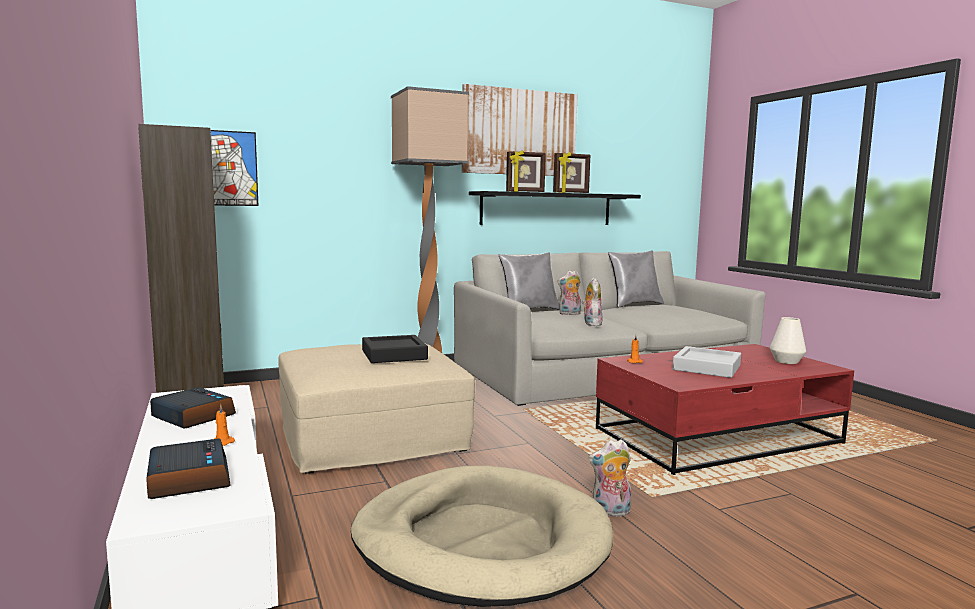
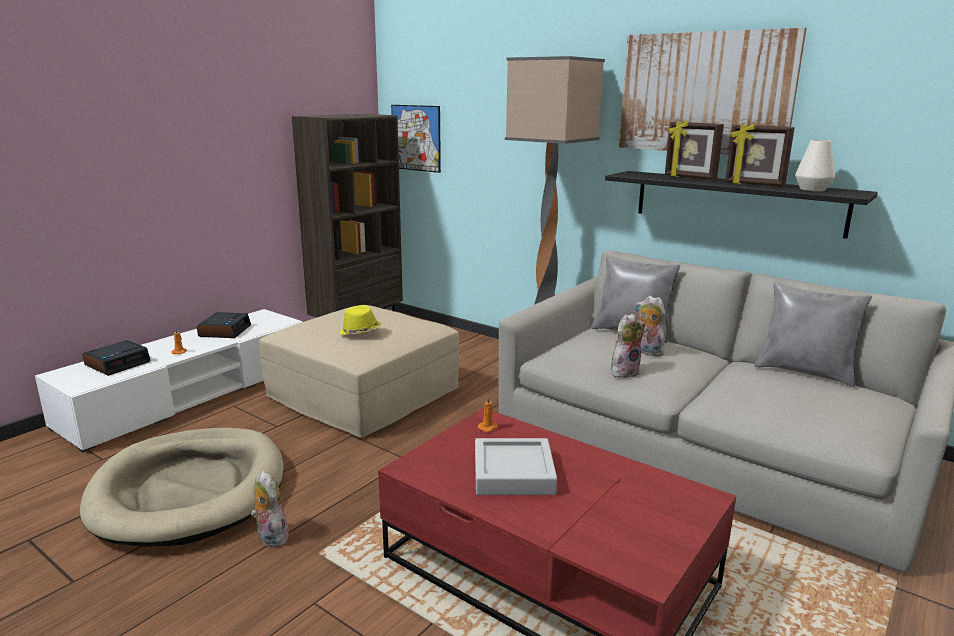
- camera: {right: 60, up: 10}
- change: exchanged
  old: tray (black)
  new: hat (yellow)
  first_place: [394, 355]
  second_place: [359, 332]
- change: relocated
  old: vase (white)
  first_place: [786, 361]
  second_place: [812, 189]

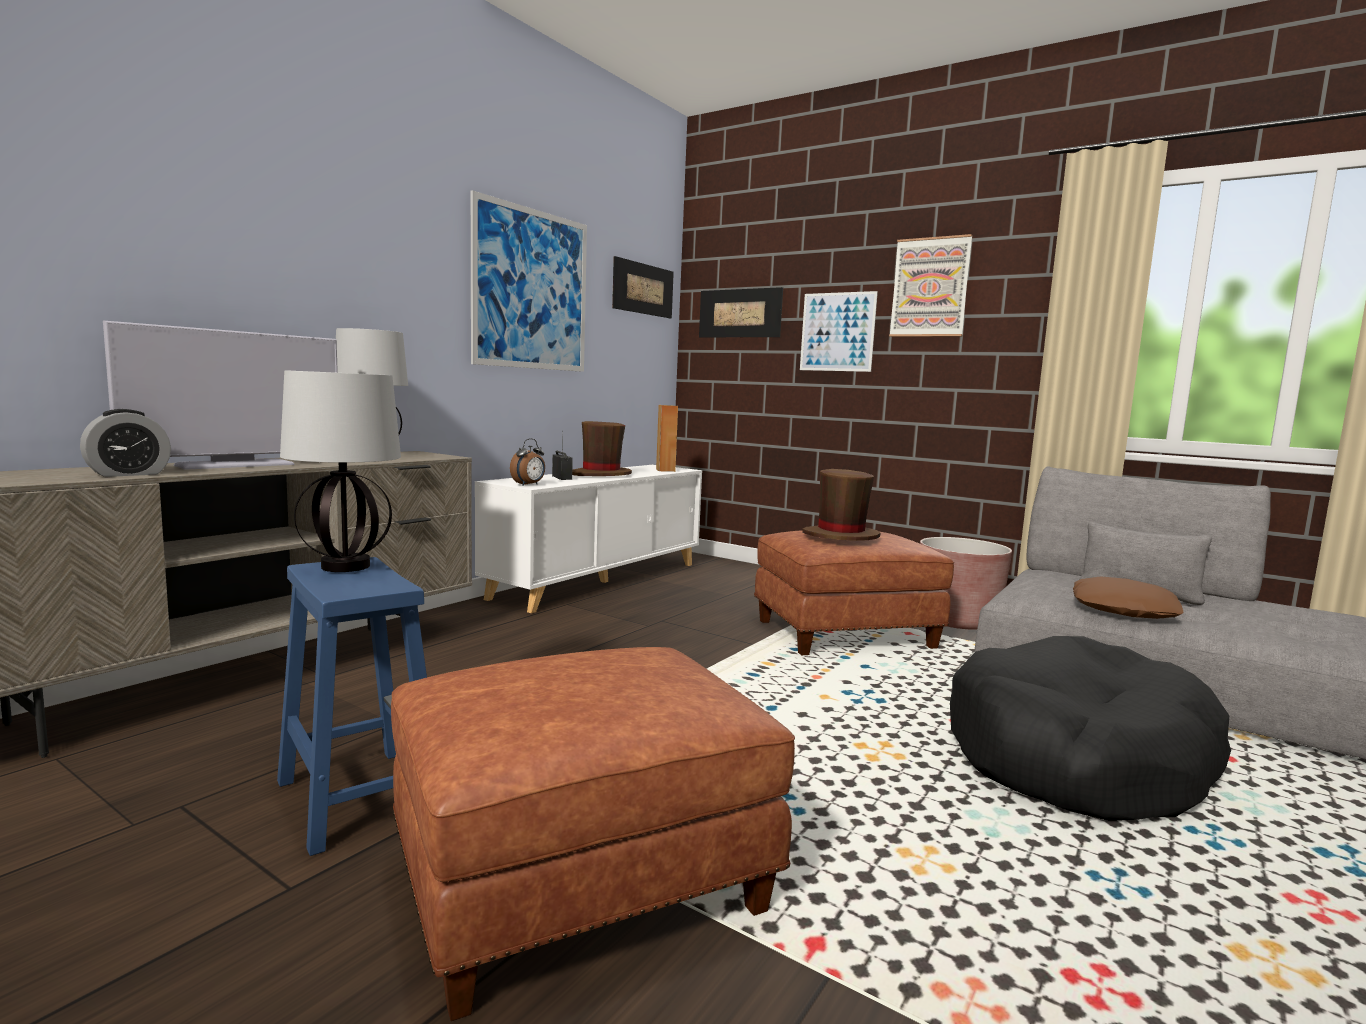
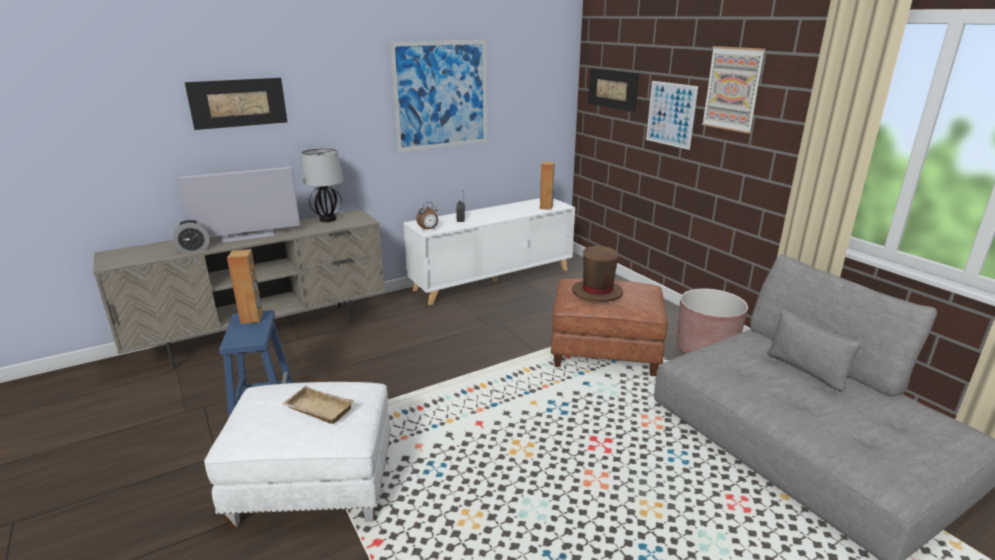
- camera: {right: 25, up: 15}
- change: relocated
  old: picture
  first_place: [643, 289]
  second_place: [238, 103]
- change: colour
  old: ottoman (brown)
  new: ottoman (white)
  first_place: [579, 887]
  second_place: [312, 486]
- change: exchanged
  old: table lamp
  new: speaker (brown)
  first_place: [344, 566]
  second_place: [252, 318]
- change: appeared
  new: tray (beige)
  second_place: [317, 410]
- change: missing
  old: hat (brown)
  first_place: [601, 474]
- change: missing
  old: dog bed (black)
  first_place: [1077, 758]
- change: missing
  old: pillow (brown)
  first_place: [1124, 610]

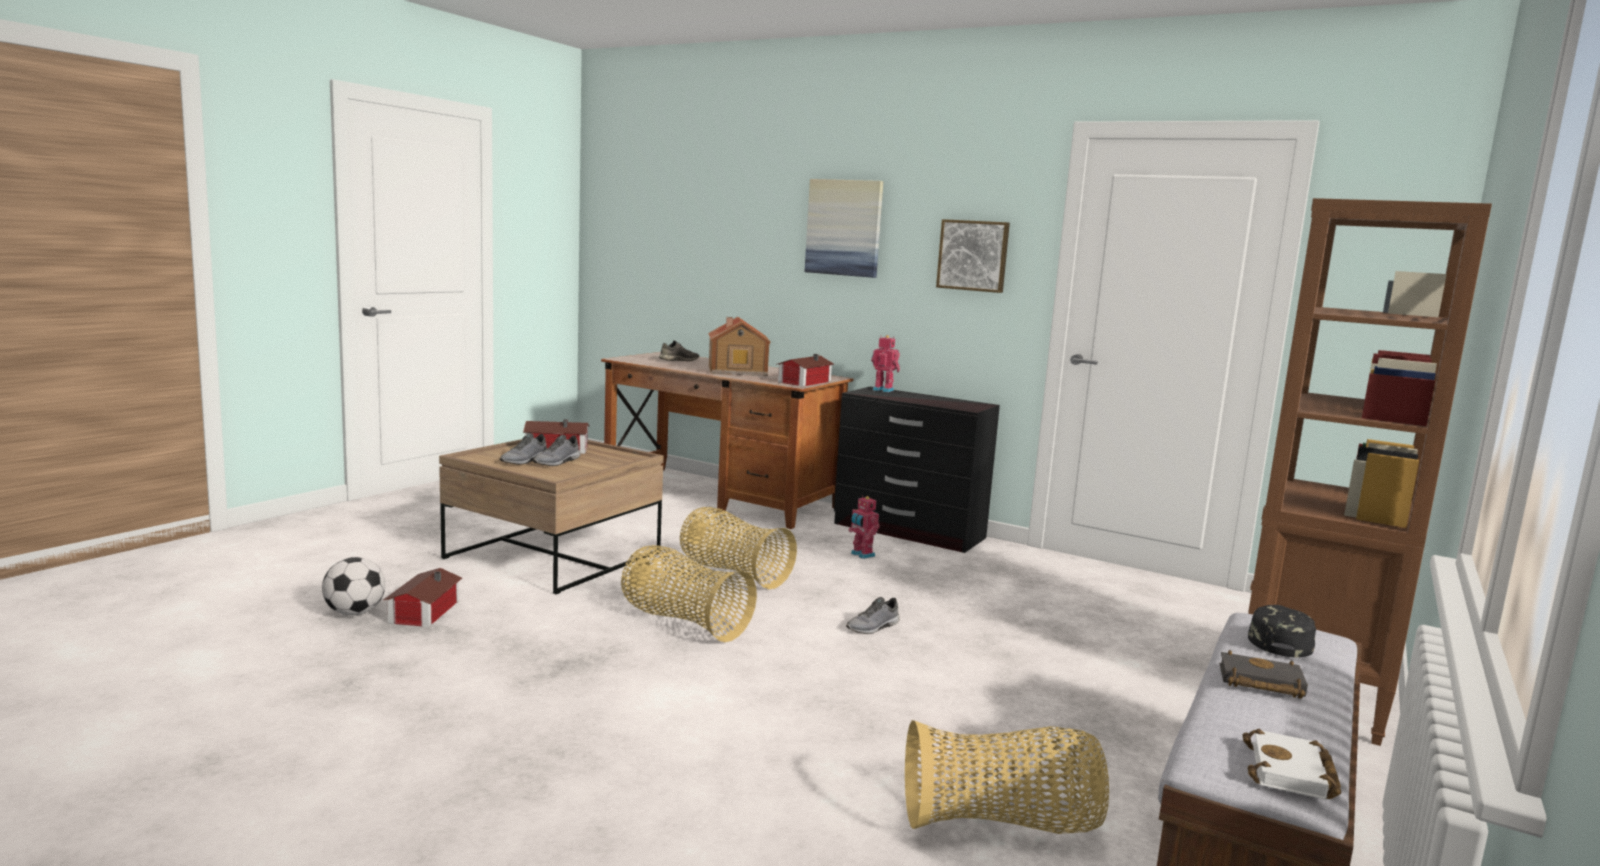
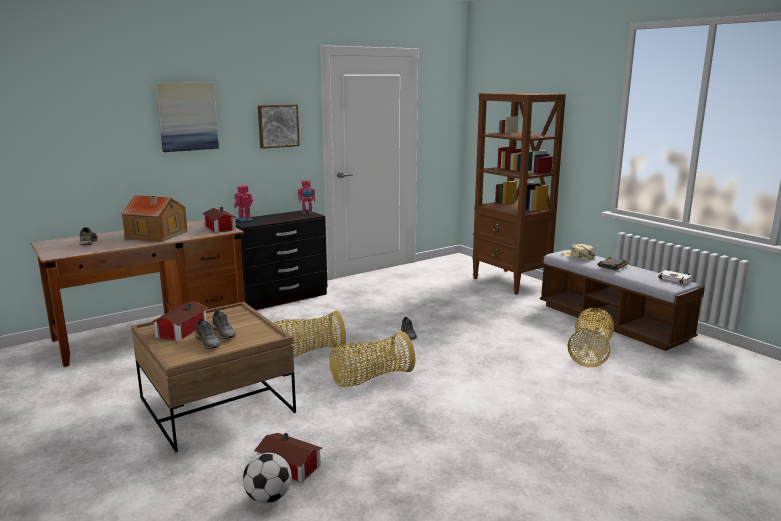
- camera: {right: -65, up: 5}
- change: relocated
  old: toy robot
  first_place: [861, 555]
  second_place: [307, 213]
- change: colour
  old: cap (black)
  new: cap (beige)
  first_place: [1278, 639]
  second_place: [577, 256]

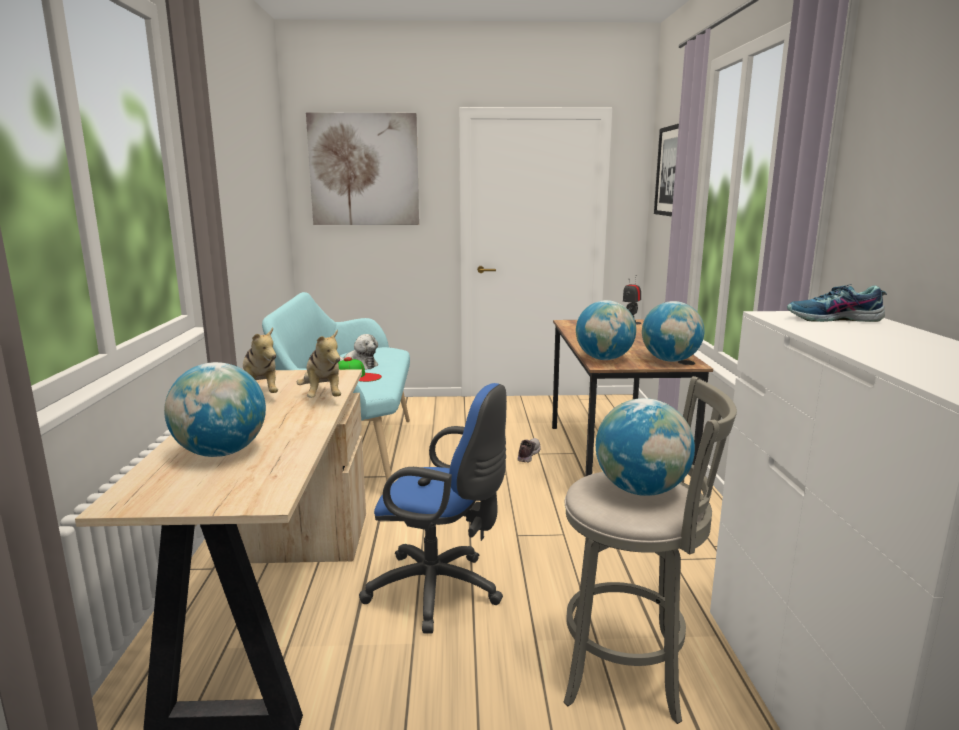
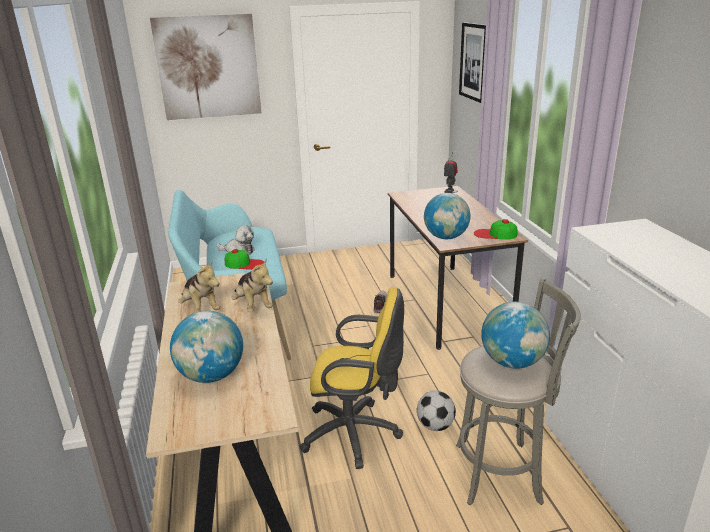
- camera: {right: -10, up: 10}
- change: colour
  old: office chair (blue)
  new: office chair (yellow)
  first_place: [440, 591]
  second_place: [356, 434]
- change: appeared
  new: football
  second_place: [435, 426]
- change: exchanged
  old: globe
  new: cap
  first_place: [670, 360]
  second_place: [495, 234]
- change: missing
  old: shoe
  first_place: [833, 319]

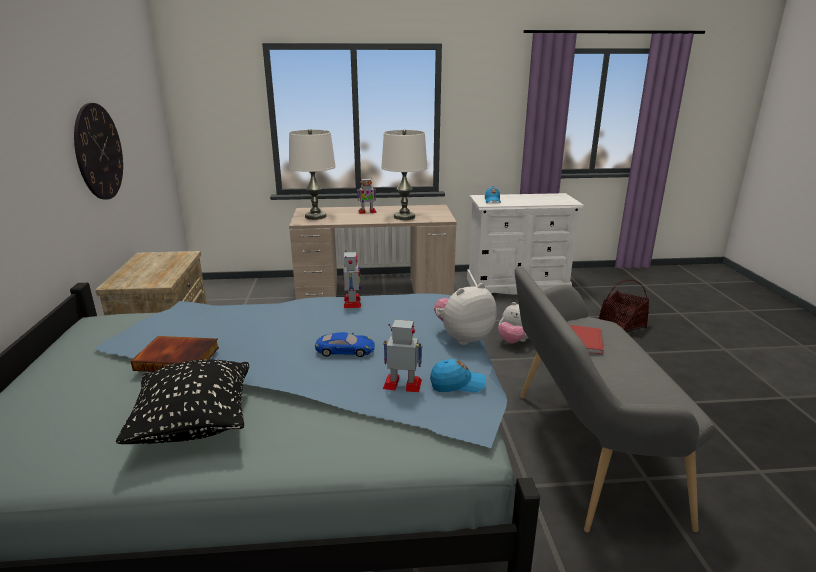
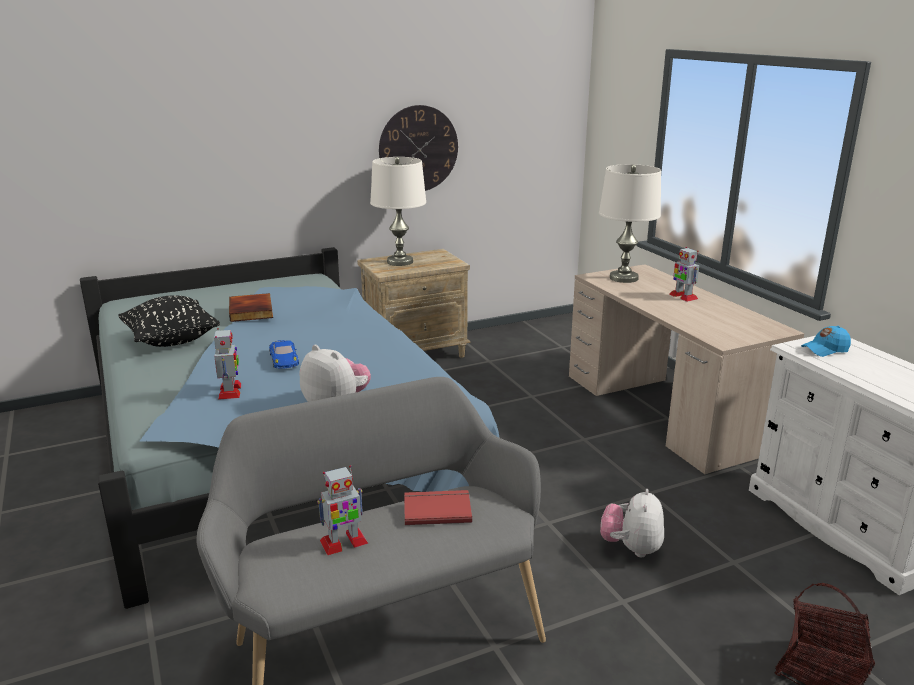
- camera: {right: 70, up: 0}
- change: relocated
  old: toy robot
  first_place: [352, 302]
  second_place: [343, 542]
- change: relocated
  old: table lamp (white)
  first_place: [404, 217]
  second_place: [399, 262]
- change: missing
  old: cap (blue)
  first_place: [457, 384]

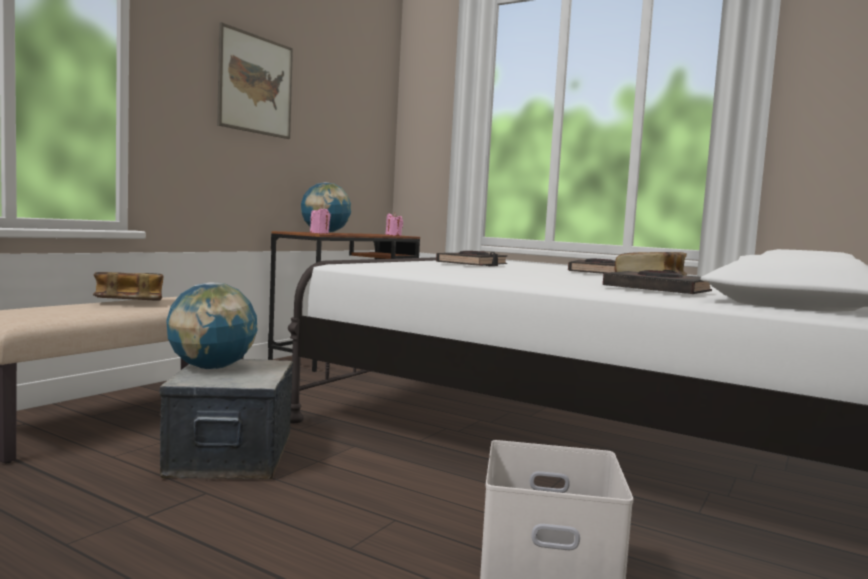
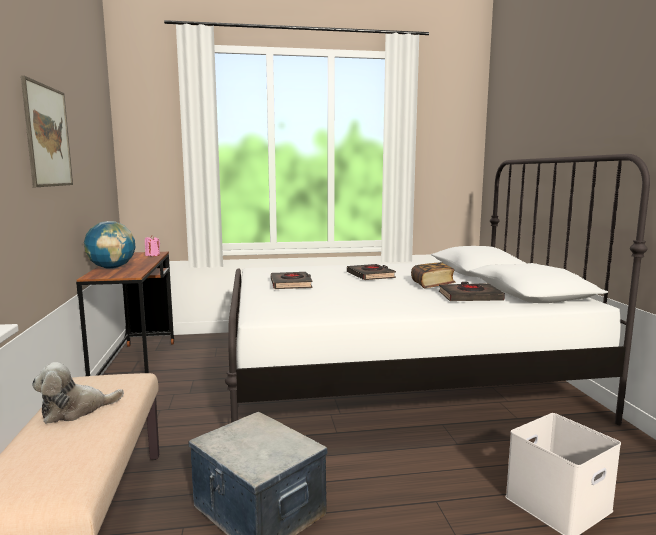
- camera: {right: -40, up: 5}
- change: exchanged
  old: book
  new: plush toy
  first_place: [129, 302]
  second_place: [75, 410]
- change: missing
  old: globe
  first_place: [212, 368]
- change: missing
  old: candle (pink)
  first_place: [319, 233]

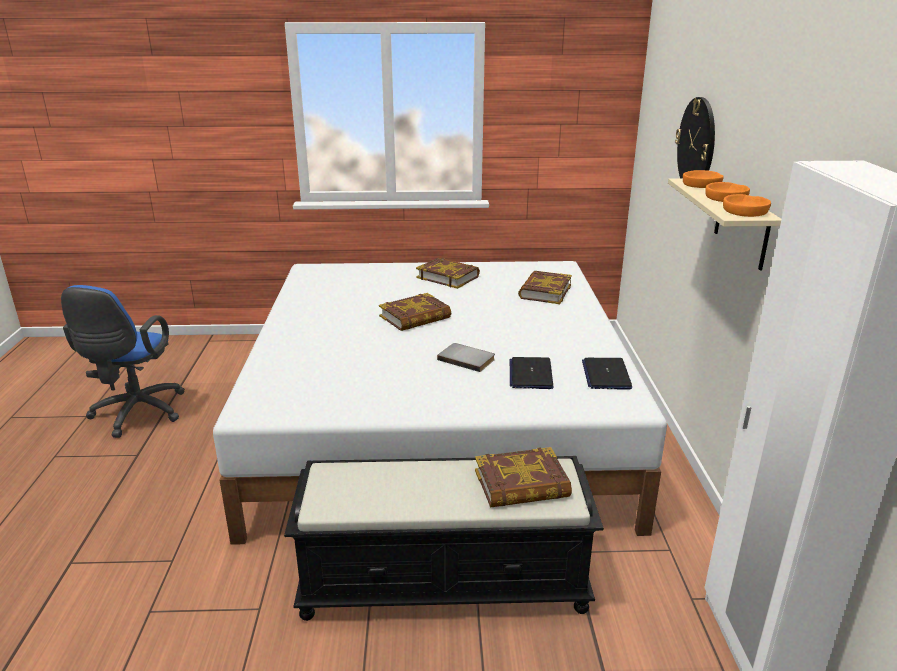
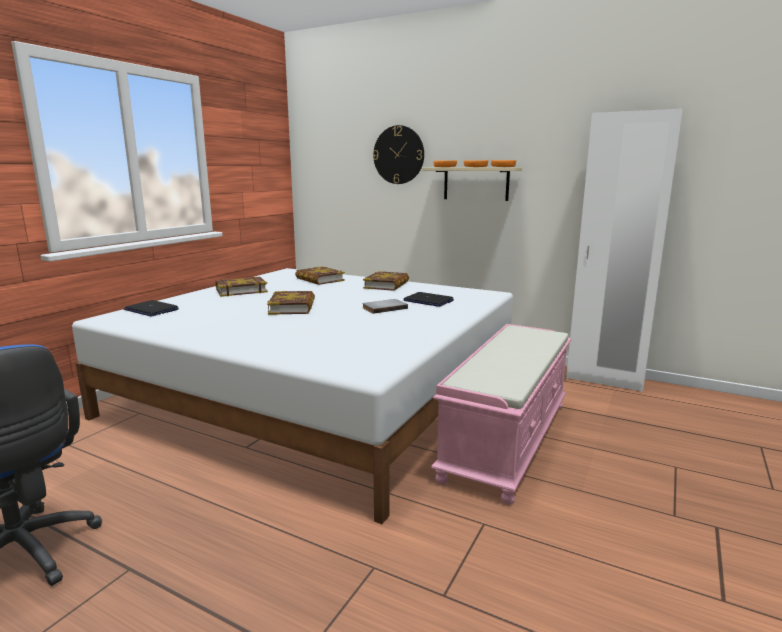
- camera: {right: -60, up: -10}
- change: relocated
  old: laptop
  first_place: [606, 374]
  second_place: [151, 310]
- change: relocated
  old: book
  first_place: [521, 484]
  second_place: [387, 285]
- change: colour
  old: bench (black)
  new: bench (pink)
  first_place: [445, 581]
  second_place: [506, 438]

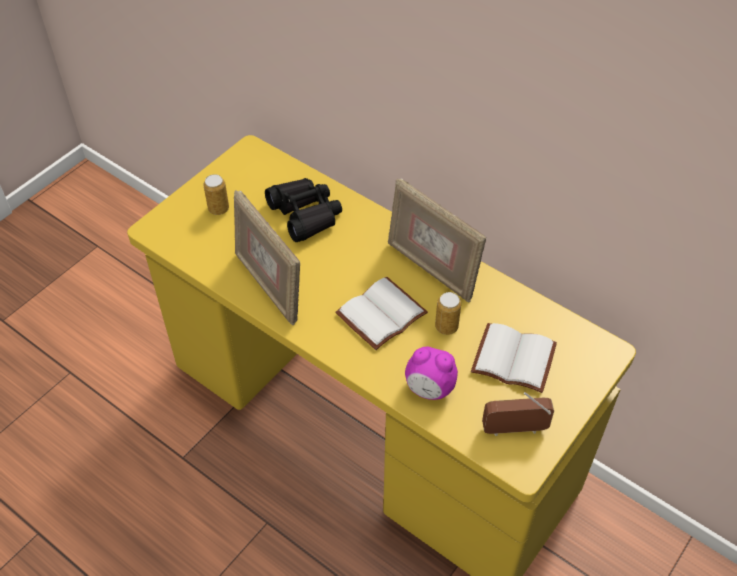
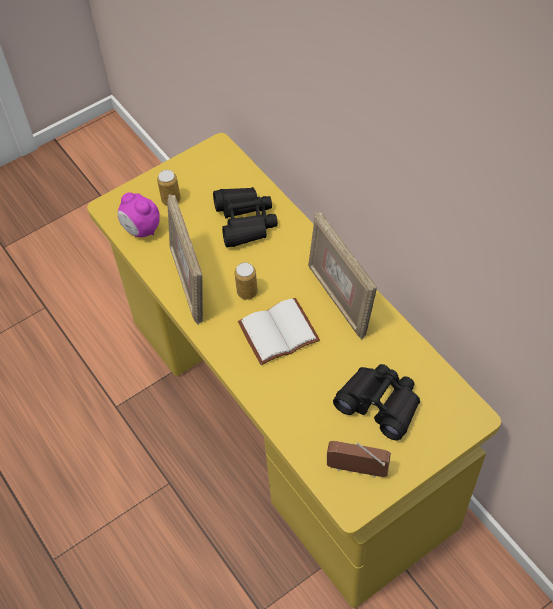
- camera: {right: 20, up: 5}
- change: relocated
  old: alarm clock
  first_place: [429, 389]
  second_place: [141, 229]
- change: relocated
  old: can
  first_place: [446, 327]
  second_place: [247, 292]
- change: exchanged
  old: book (white)
  new: binoculars (black)
  first_place: [512, 360]
  second_place: [380, 404]

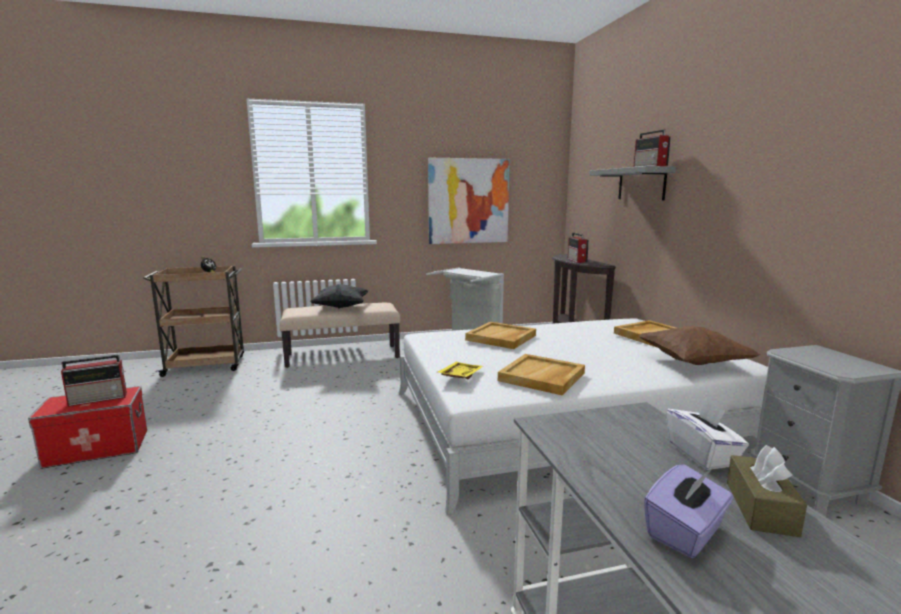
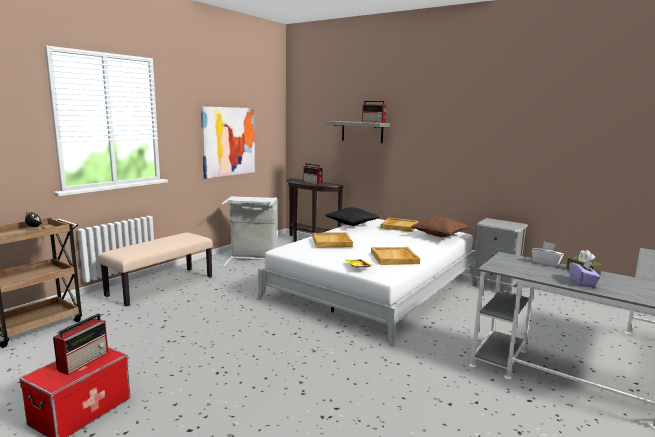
- camera: {right: -40, up: 0}
- change: relocated
  old: pillow (black)
  first_place: [341, 307]
  second_place: [351, 225]

